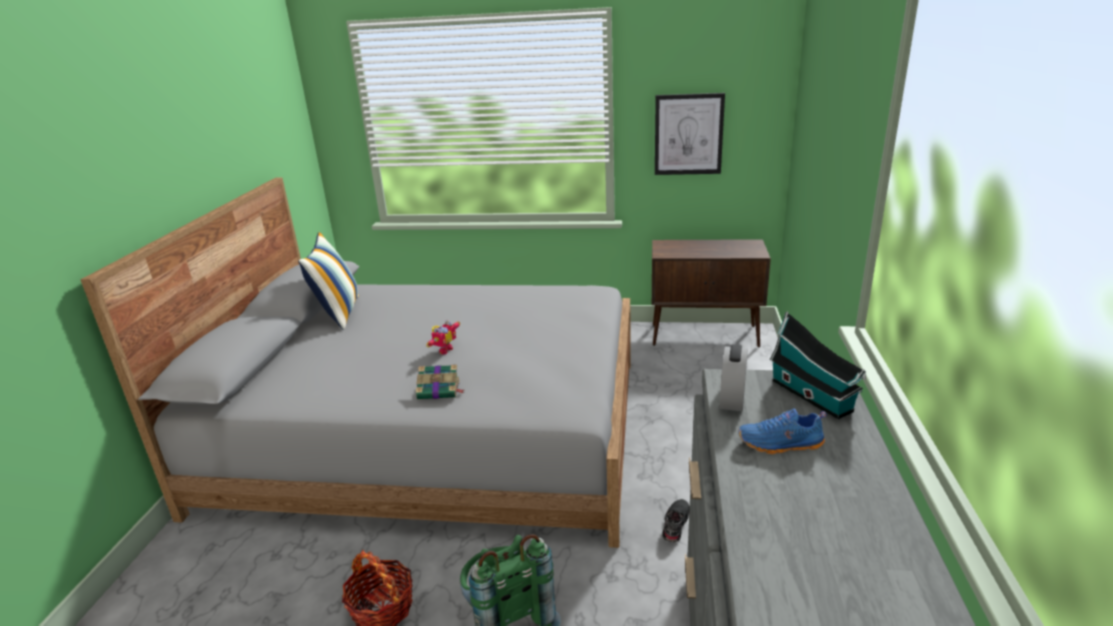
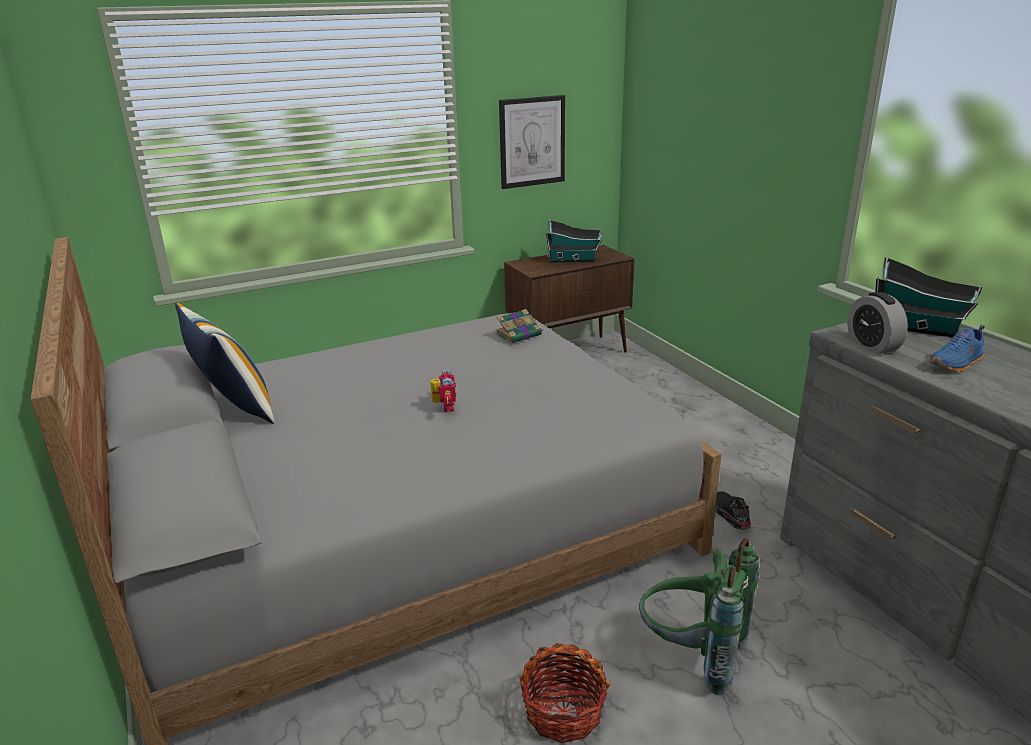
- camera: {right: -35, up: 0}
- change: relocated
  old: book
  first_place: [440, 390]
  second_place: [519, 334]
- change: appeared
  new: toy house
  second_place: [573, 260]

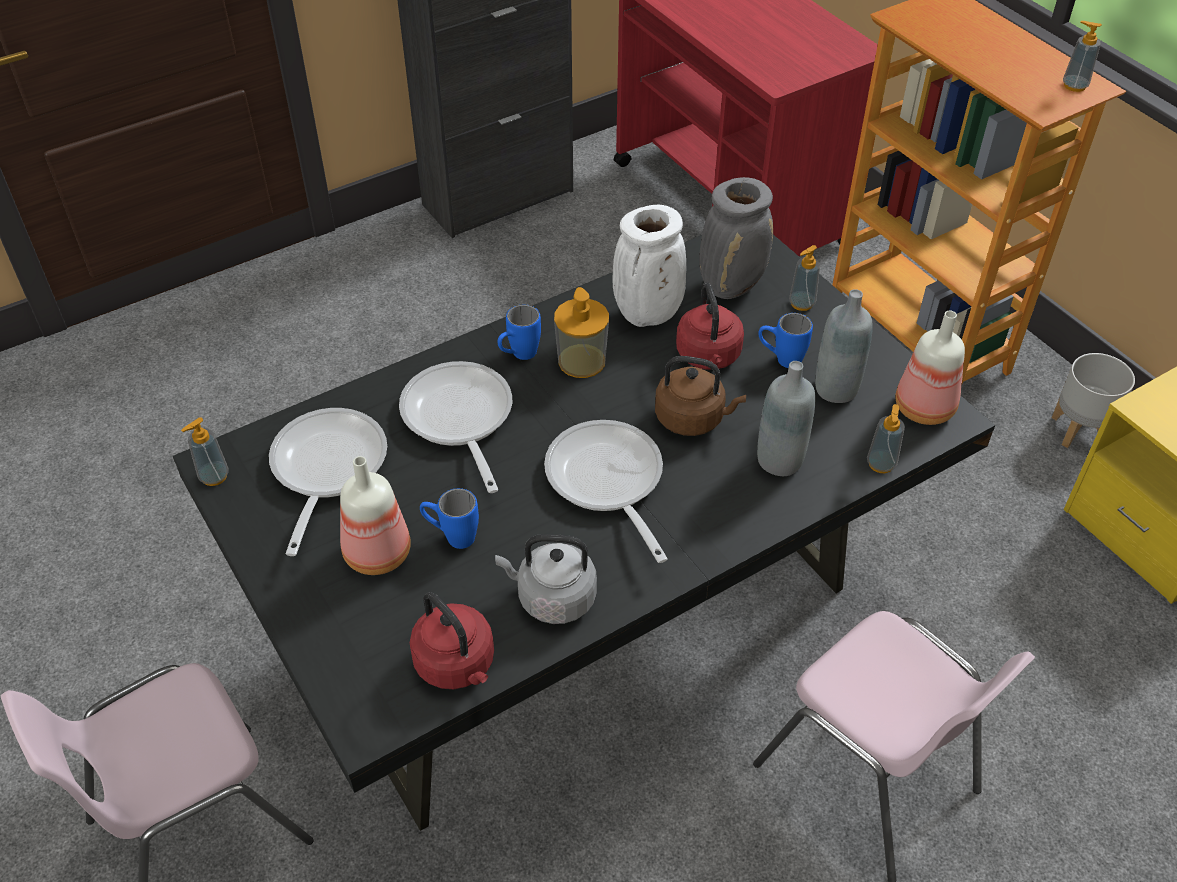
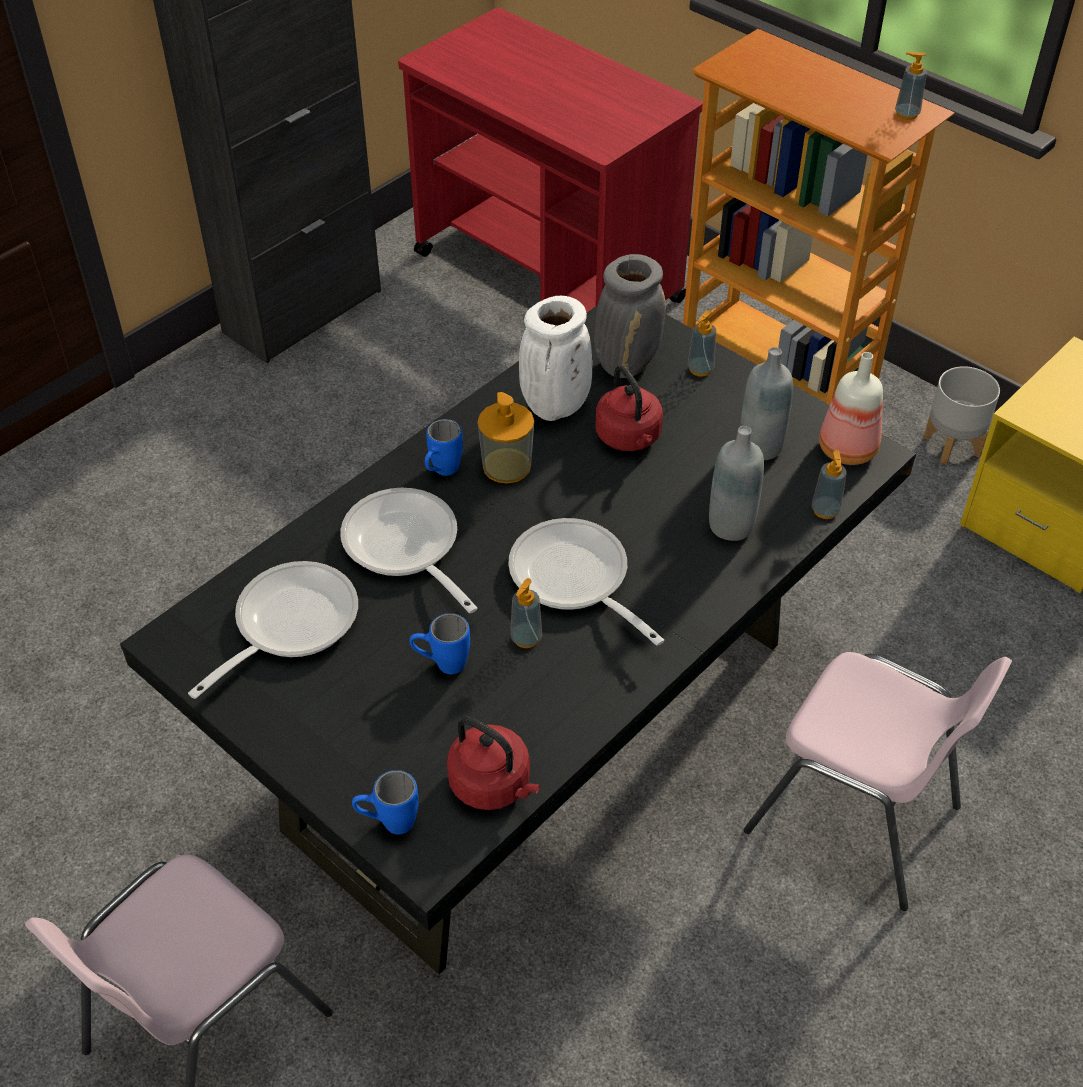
- camera: {right: -15, up: 0}
- change: spun
  old: frying pan
  first_place: [326, 470]
  second_place: [288, 625]
  degrees: 45
- change: relocated
  old: mug (blue)
  first_place: [780, 359]
  second_place: [388, 823]
- change: relocated
  old: soap dispenser
  first_place: [214, 476]
  second_place: [526, 638]
- change: missing
  old: bottle
  first_place: [377, 555]
- change: missing
  old: kettle (grey)
  first_place: [552, 598]
- change: missing
  old: kettle (brown)
  first_place: [693, 418]

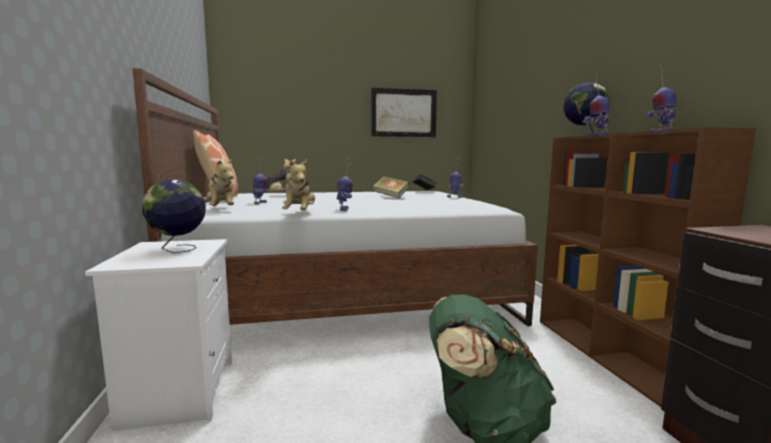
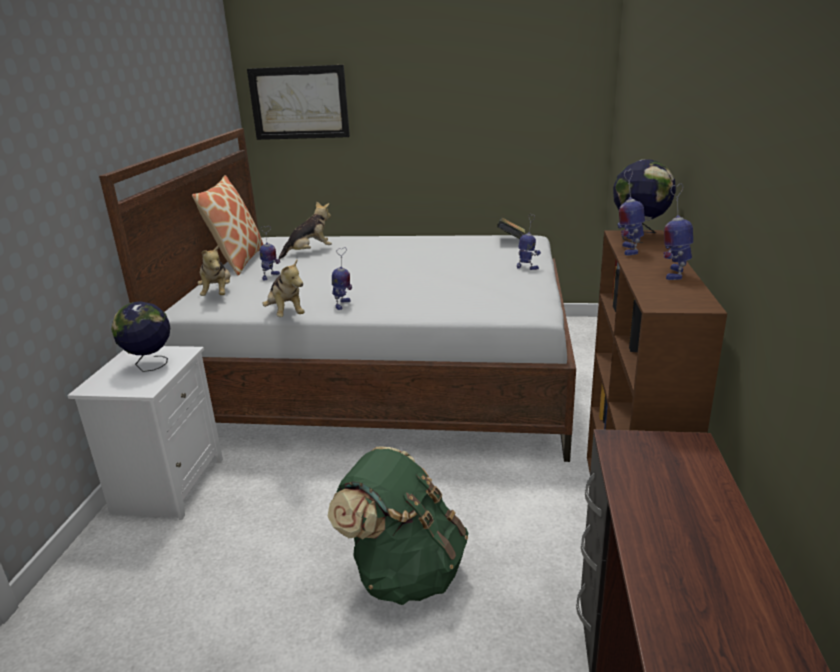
- camera: {right: 20, up: 15}
- change: relocated
  old: picture
  first_place: [403, 113]
  second_place: [299, 103]
- change: spun
  old: plush toy
  first_place: [300, 214]
  second_place: [285, 314]
  degrees: -45
- change: missing
  old: book
  first_place: [391, 197]

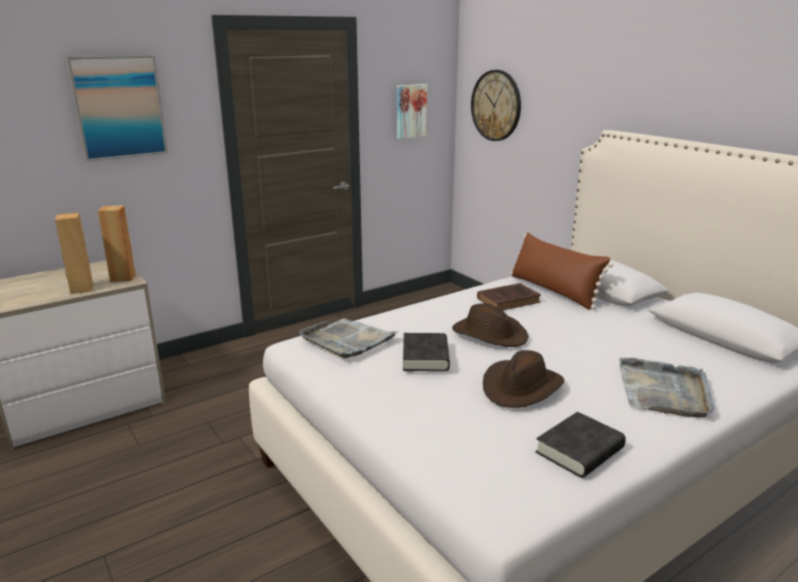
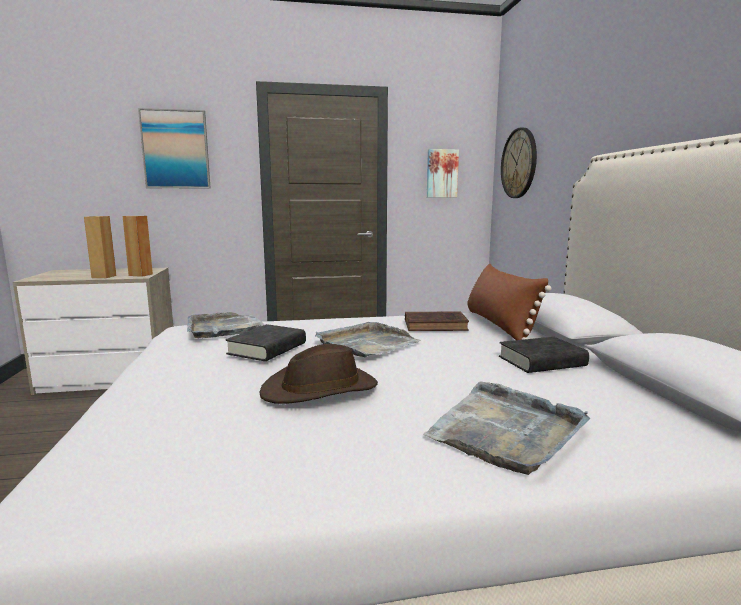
- camera: {right: 25, up: -10}
- change: exchanged
  old: hat (brown)
  new: tray (grey)
  first_place: [489, 334]
  second_place: [367, 344]
- change: relocated
  old: book (black)
  first_place: [579, 450]
  second_place: [542, 361]

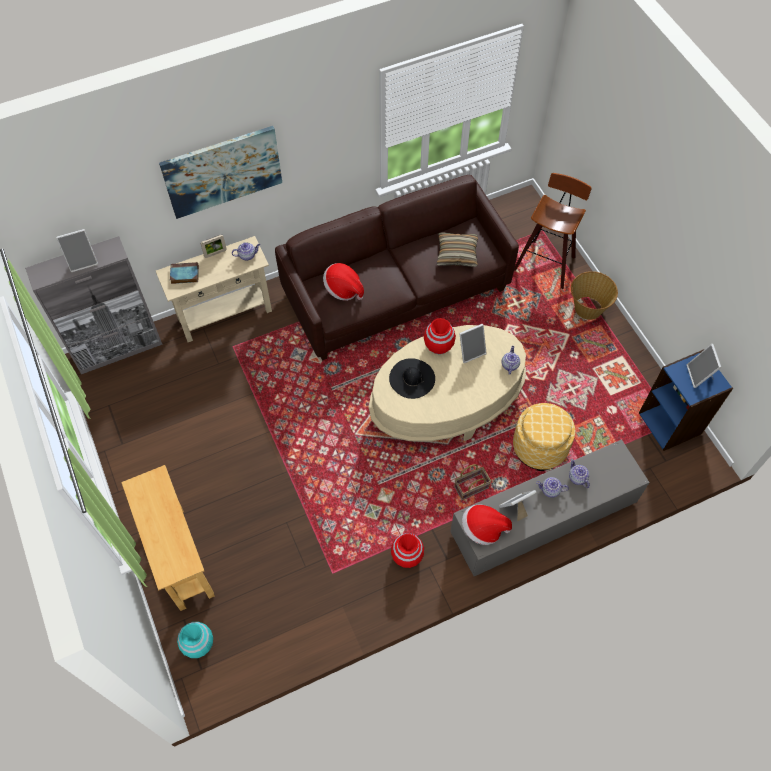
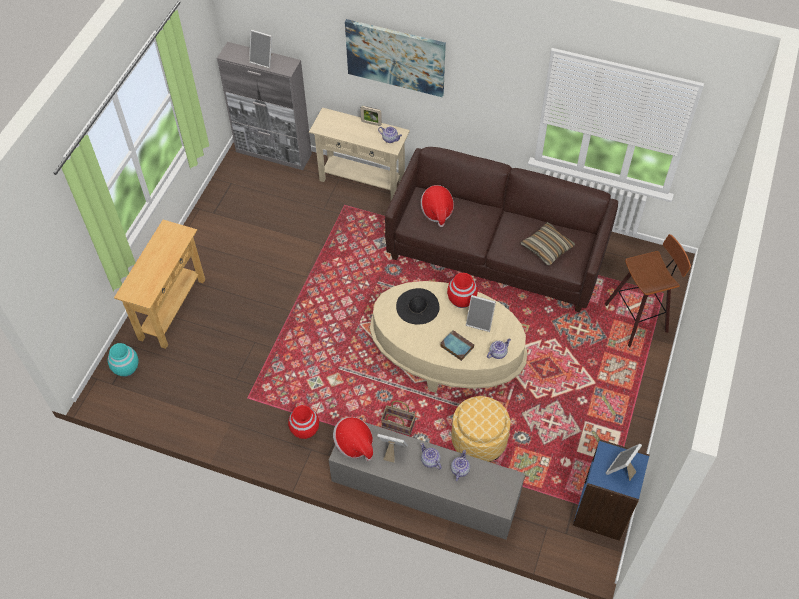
- camera: {right: 45, up: -5}
- change: relocated
  old: book
  first_place: [184, 275]
  second_place: [456, 346]
- change: missing
  old: basket
  first_place: [587, 309]

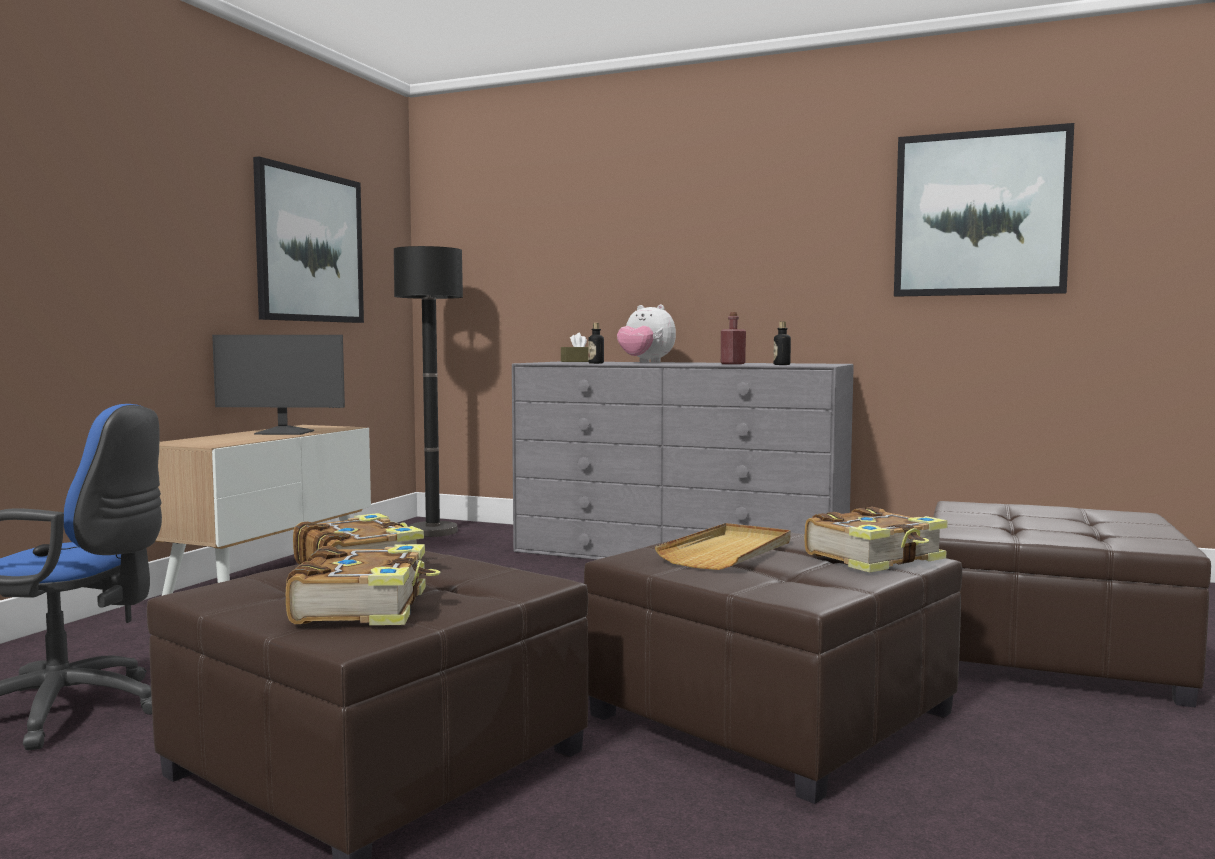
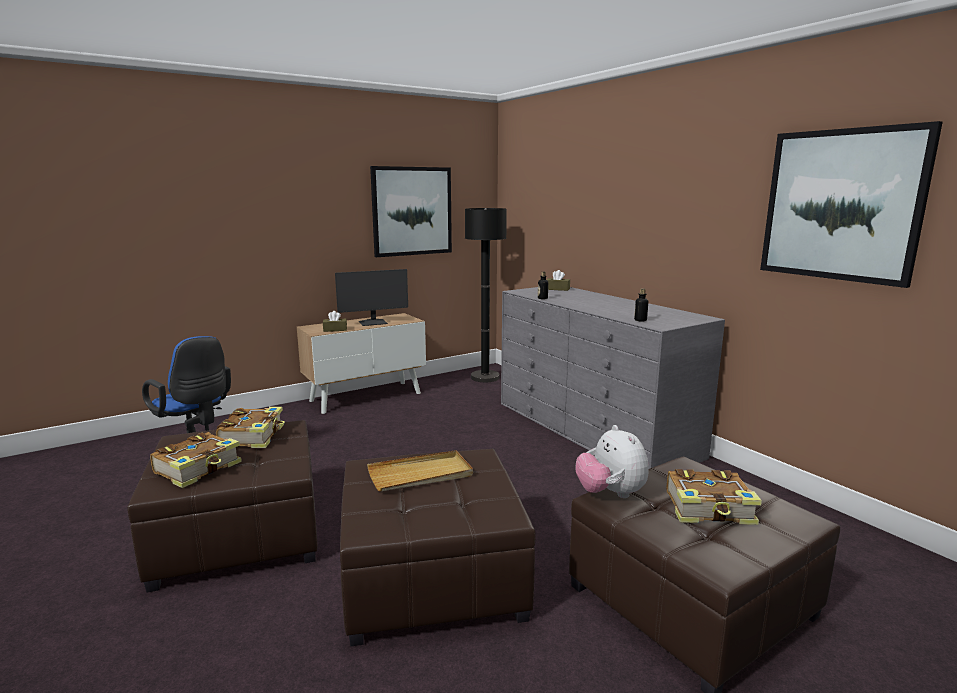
- camera: {right: 35, up: 10}
- change: appeared
  new: tissue box (brown)
  second_place: [335, 329]
- change: spun
  old: monitor
  first_place: [284, 433]
  second_place: [373, 323]
  degrees: -60
- change: relocated
  old: plush toy
  first_place: [645, 362]
  second_place: [610, 493]
- change: relocated
  old: book
  first_place: [876, 558]
  second_place: [710, 509]
- change: missing
  old: bottle (red)
  first_place: [732, 364]

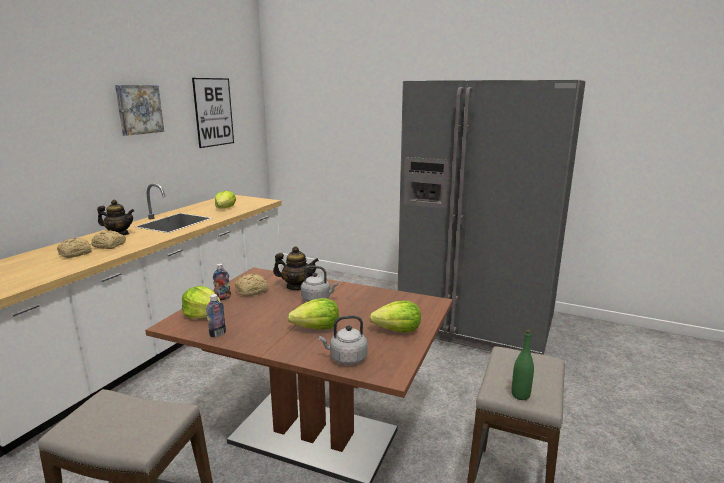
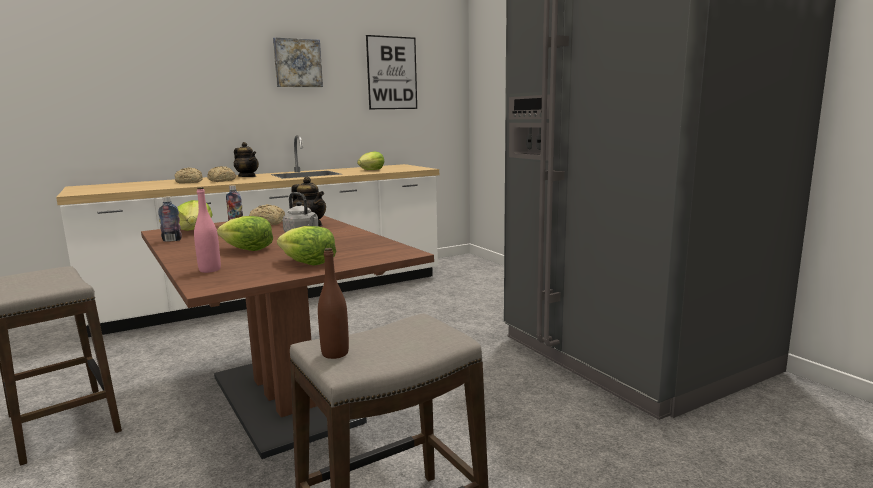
- camera: {right: 35, up: -5}
- change: exchanged
  old: kettle (grey)
  new: bottle (pink)
  first_place: [346, 358]
  second_place: [210, 270]
- change: colour
  old: bottle (green)
  new: bottle (brown)
  first_place: [520, 395]
  second_place: [335, 353]

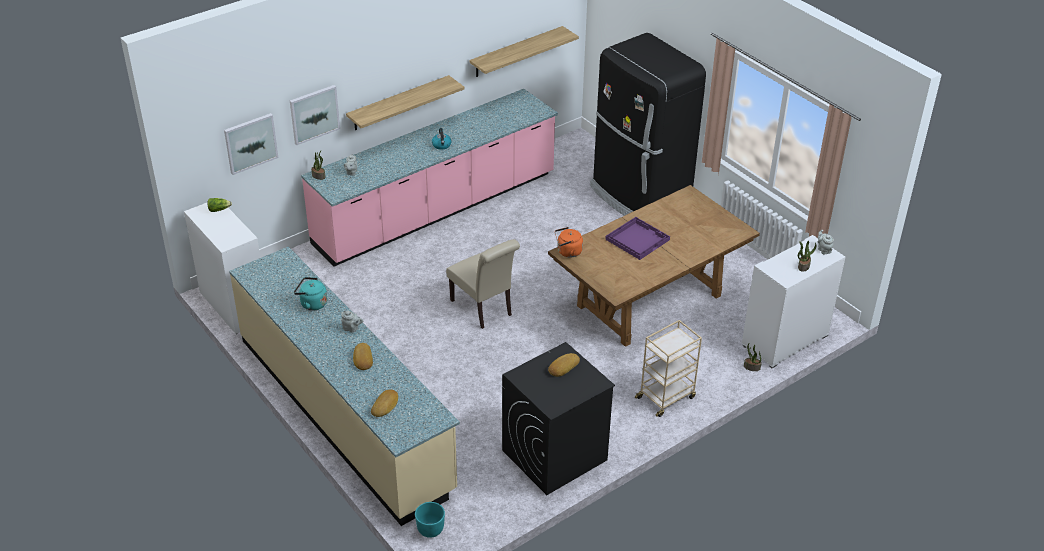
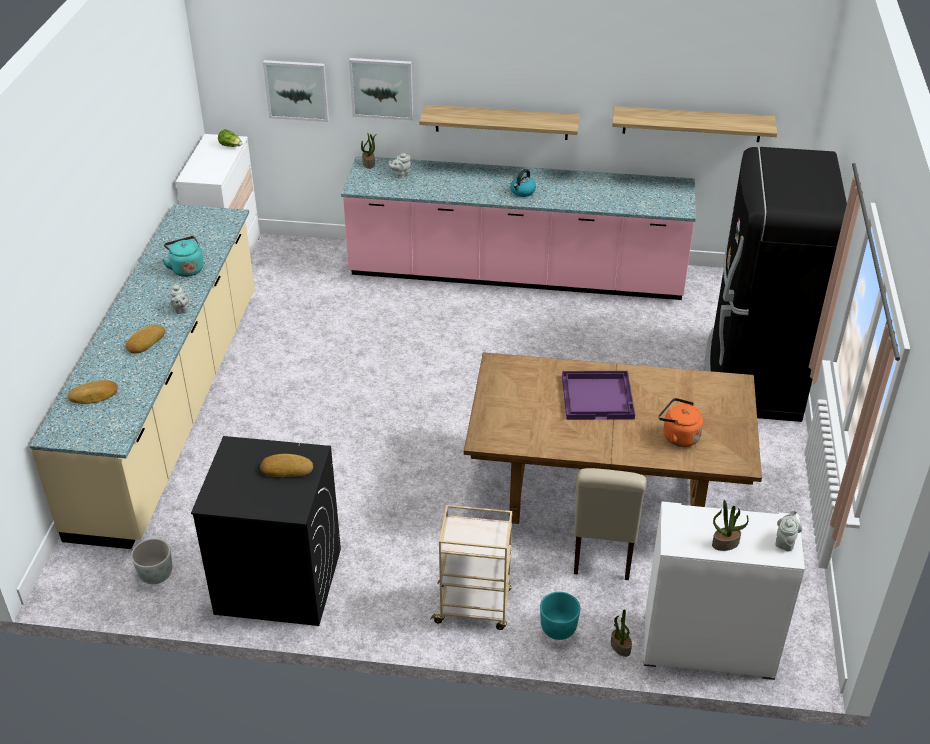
- camera: {right: 45, up: 0}
- change: appeared
  new: planter (grey)
  second_place: [155, 575]
- change: relocated
  old: planter (turquoise)
  first_place: [431, 530]
  second_place: [558, 630]
- change: relocated
  old: chair (beige)
  first_place: [484, 309]
  second_place: [603, 551]
- change: relocated
  old: kettle (orange)
  first_place: [568, 252]
  second_place: [678, 436]

